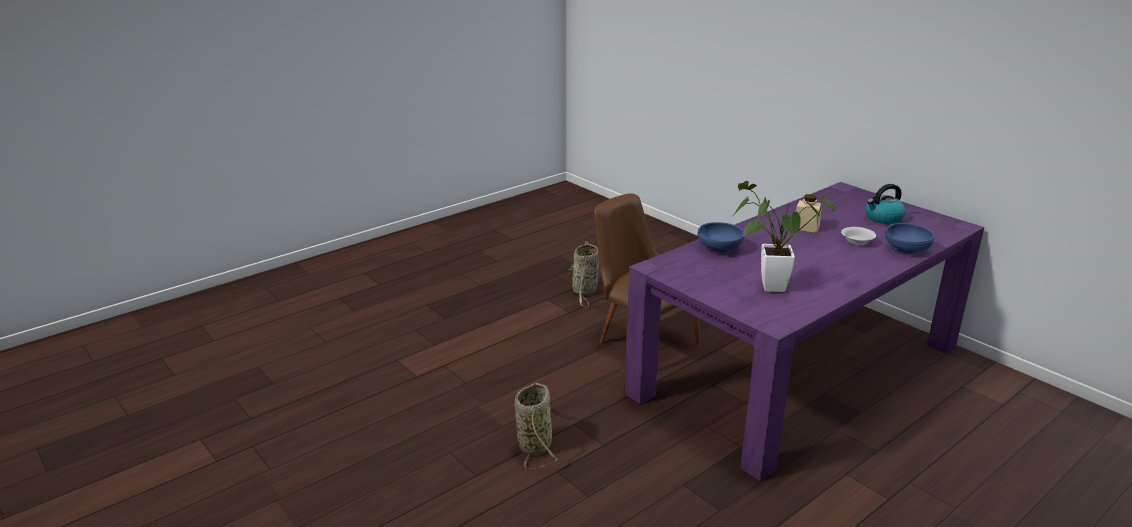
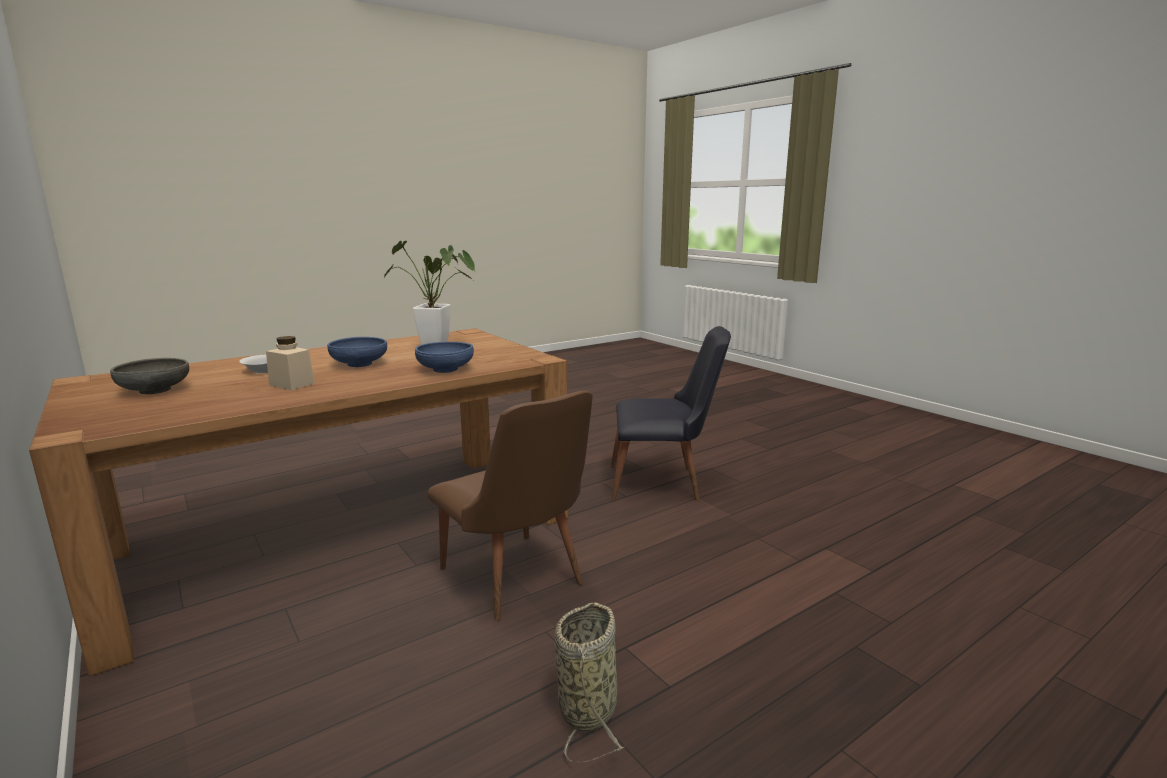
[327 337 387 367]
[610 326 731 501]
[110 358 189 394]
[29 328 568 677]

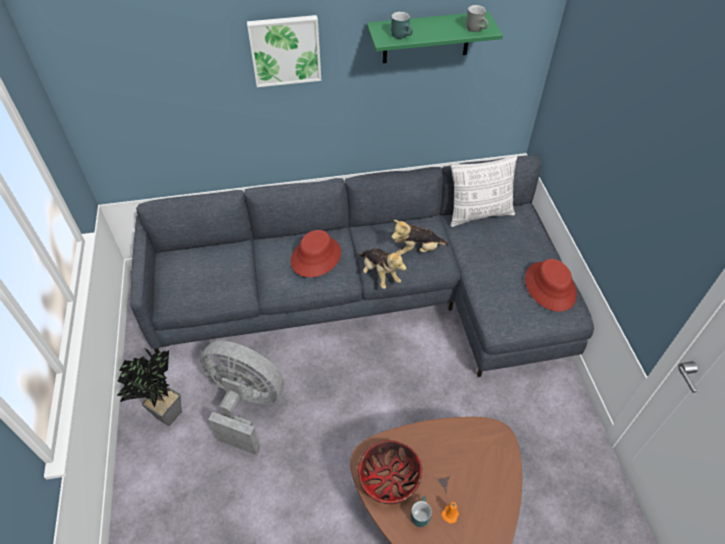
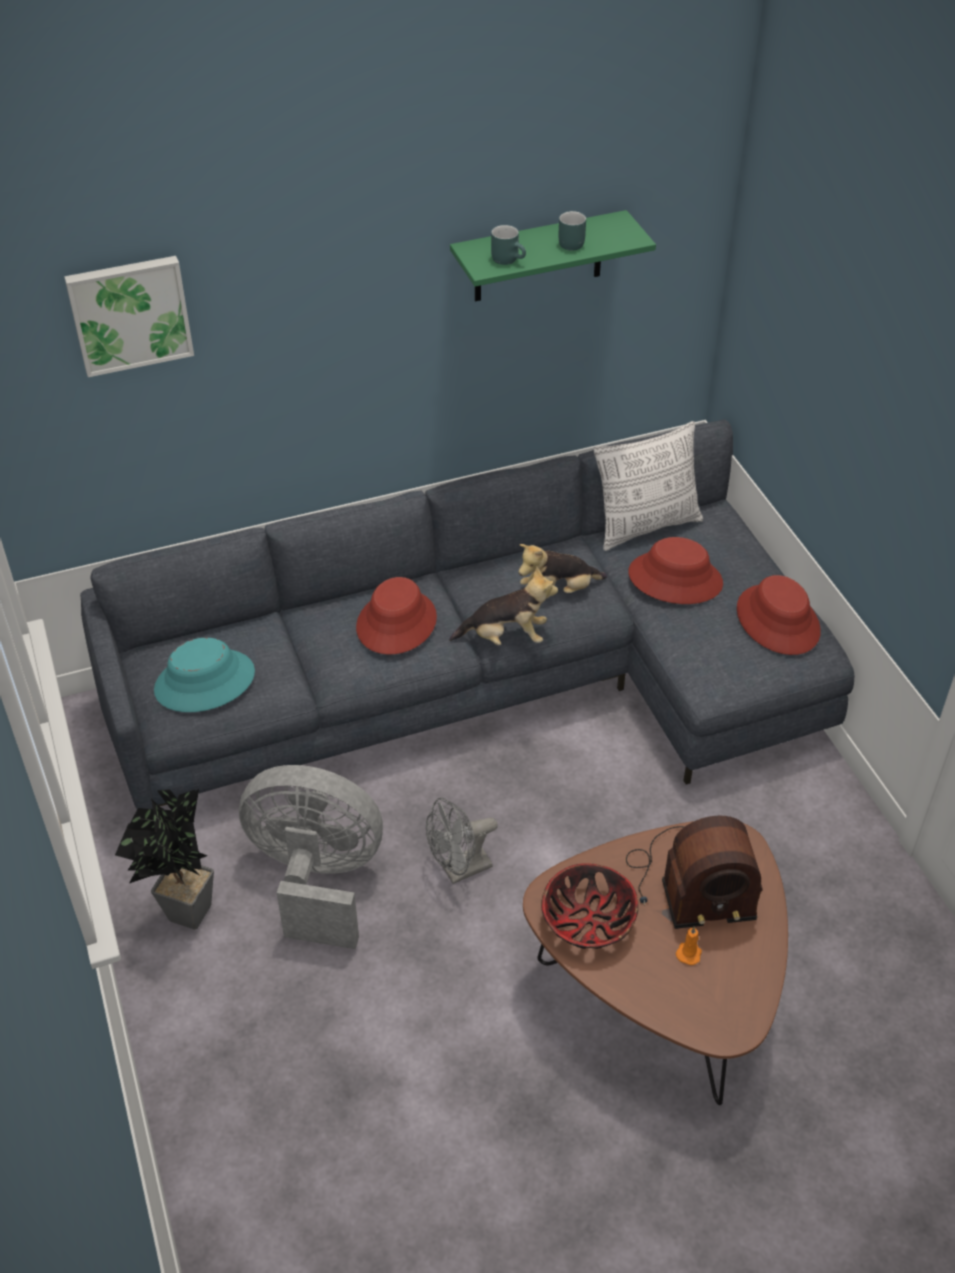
[466 5 488 32] (first image)
[154 638 255 712]
[426 797 498 884]
[626 816 763 929]
[628 537 723 604]
[64 256 194 377]
[559 211 586 251]
[449 566 558 645]

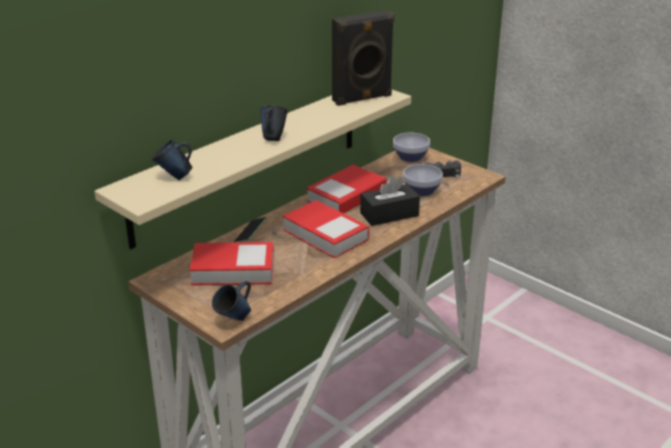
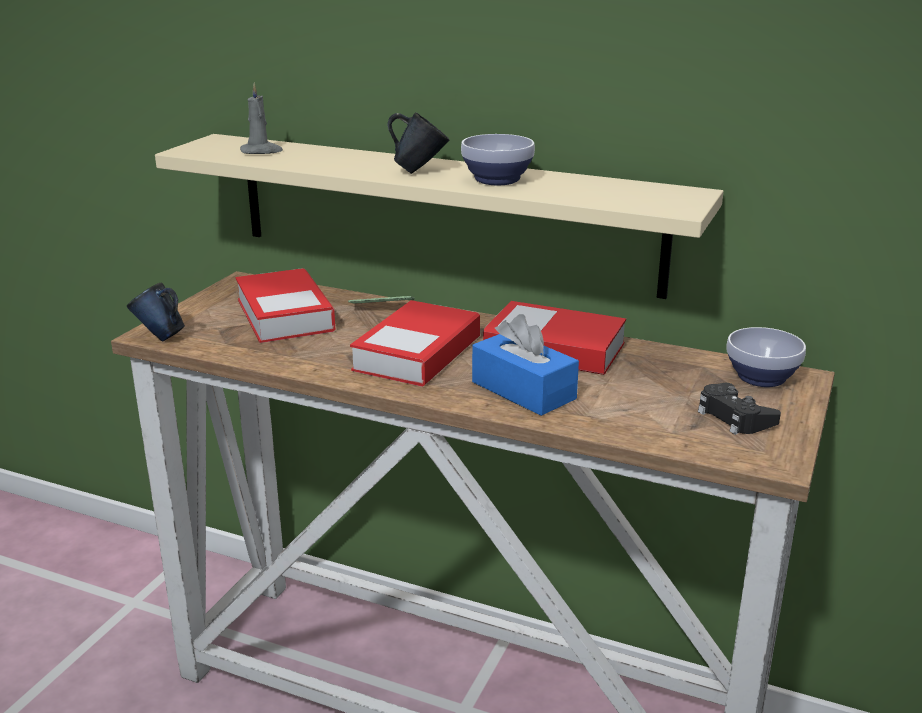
[332 10 394 106] (first image)
[461 134 535 185]
[240 83 283 154]
[472 314 579 416]

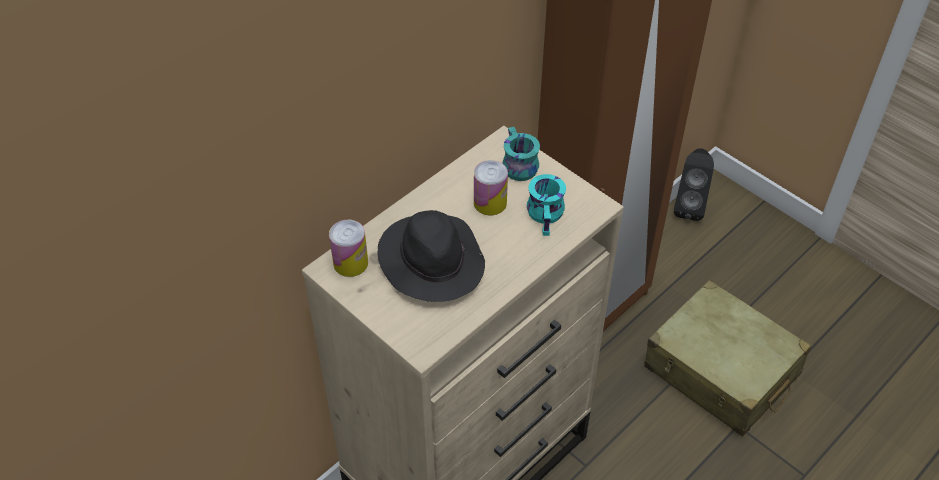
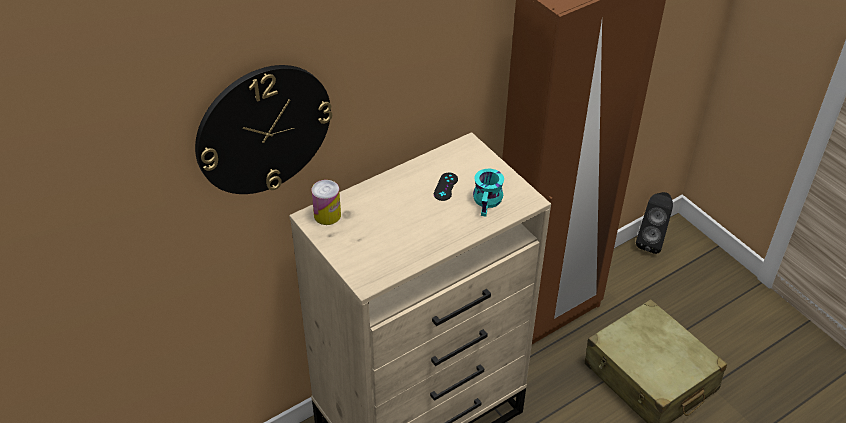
[378 210 485 302] (first image)
[503 127 540 181] (first image)
[195 65 332 194]
[434 172 458 201]

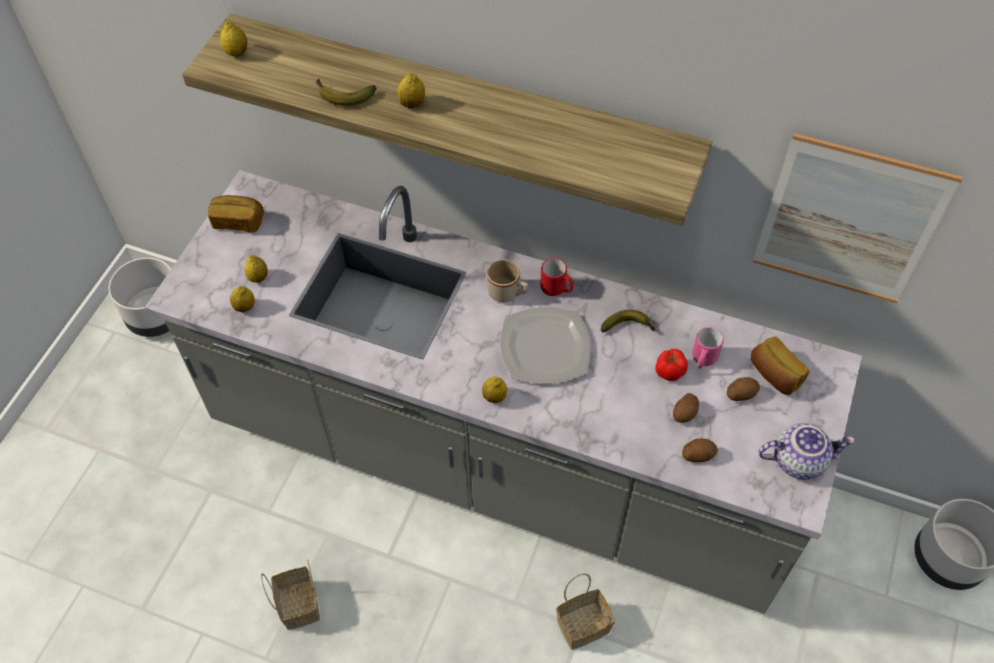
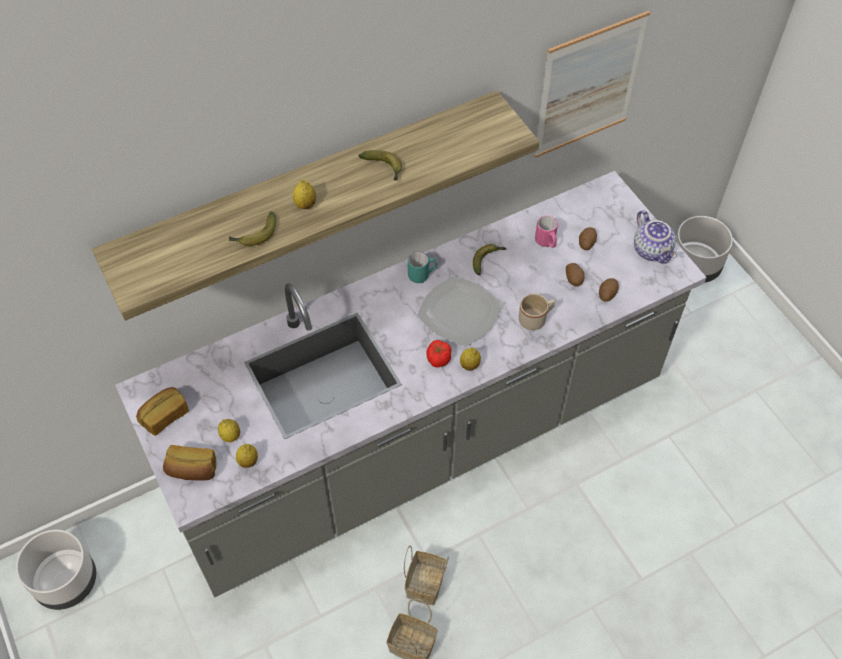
[220 21 247 56] (first image)
[359 150 402 180]
[519 293 555 330]
[404 545 449 605]
[426 340 452 368]
[163 445 216 481]
[408 251 437 283]
[634 210 677 264]

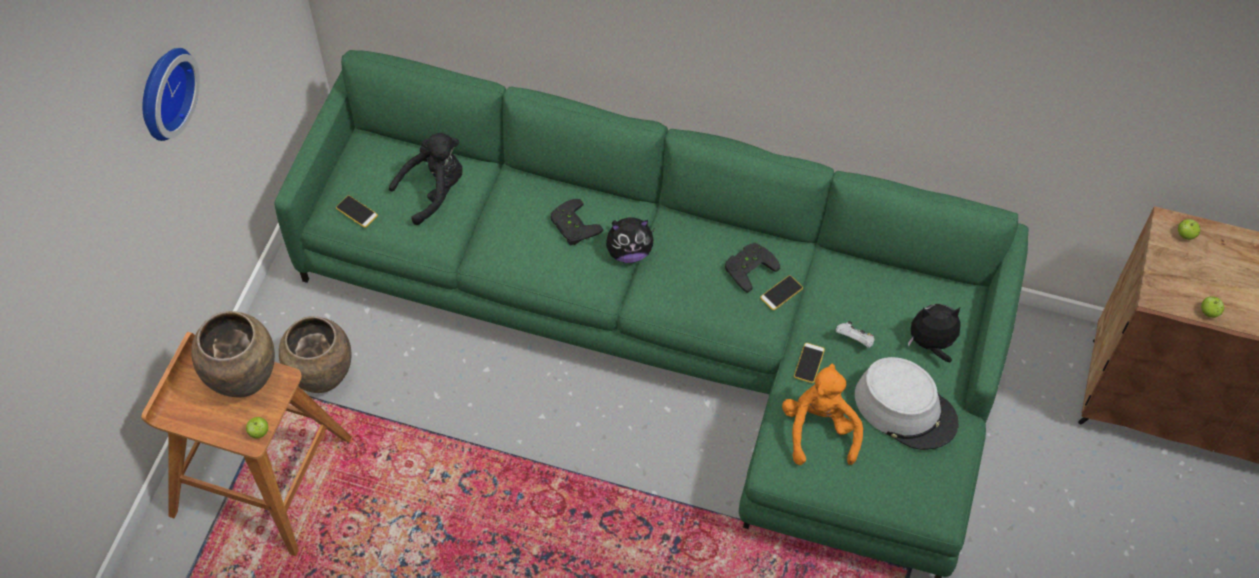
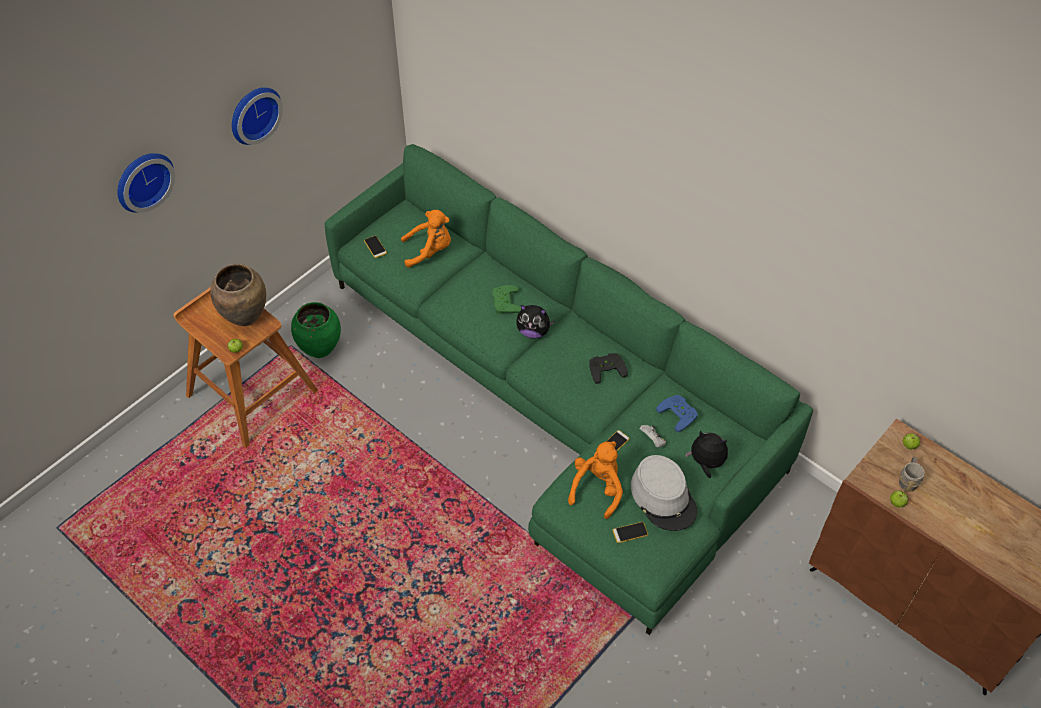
[117 153 175 213]
[656 395 698 432]
[899 457 925 492]
[612 522 648 543]
[291 302 341 358]
[401 210 451 268]
[492 285 521 314]

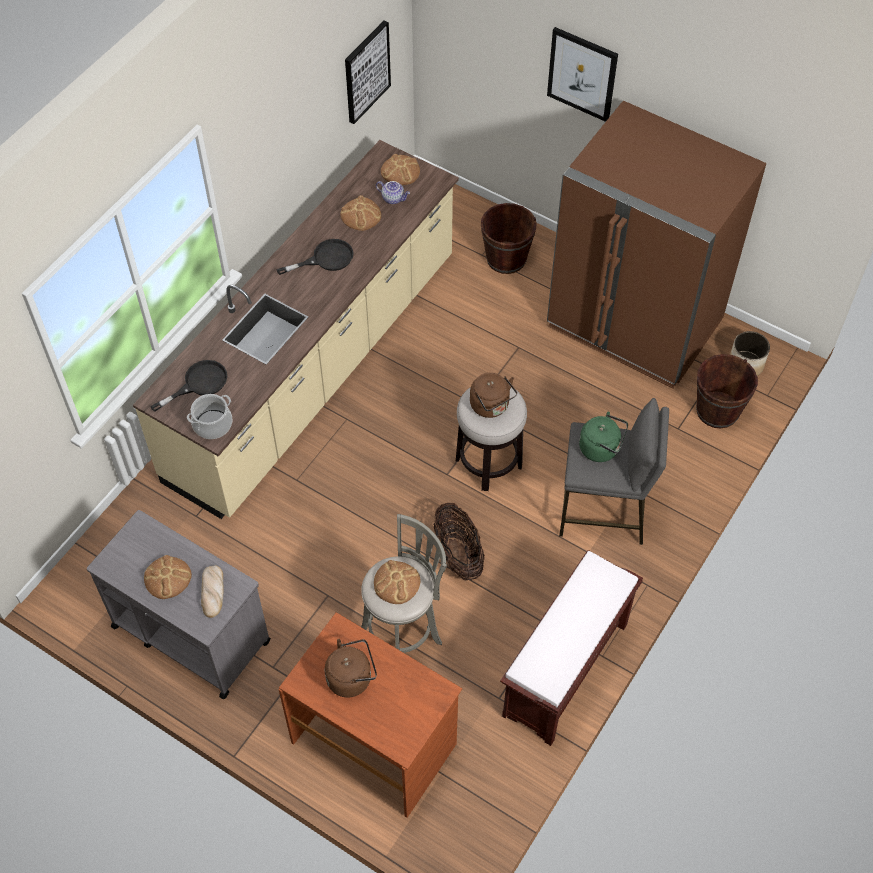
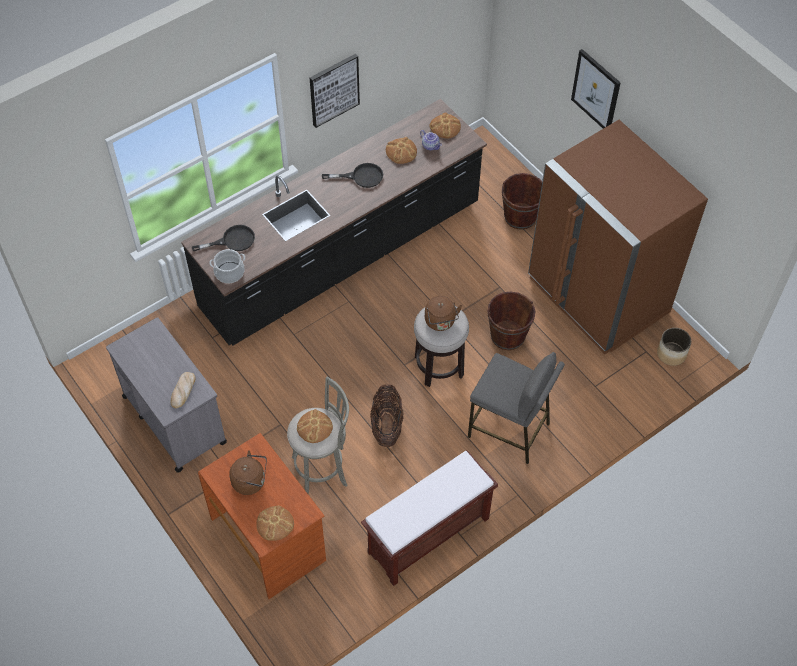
[579 411 628 462] (first image)
[256 506 294 541]
[310 54 360 128]
[488 291 536 350]
[181 99 487 345]

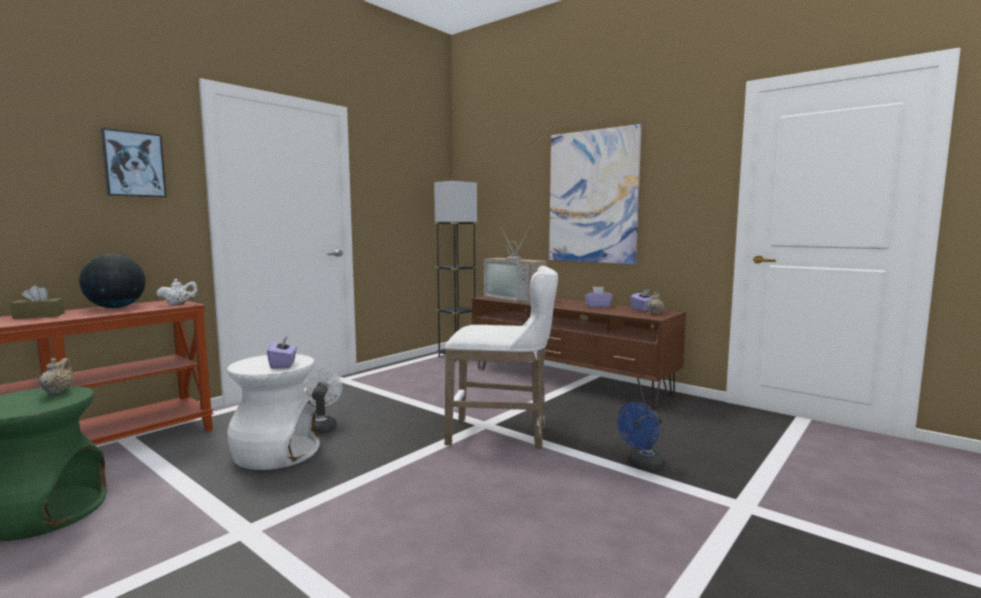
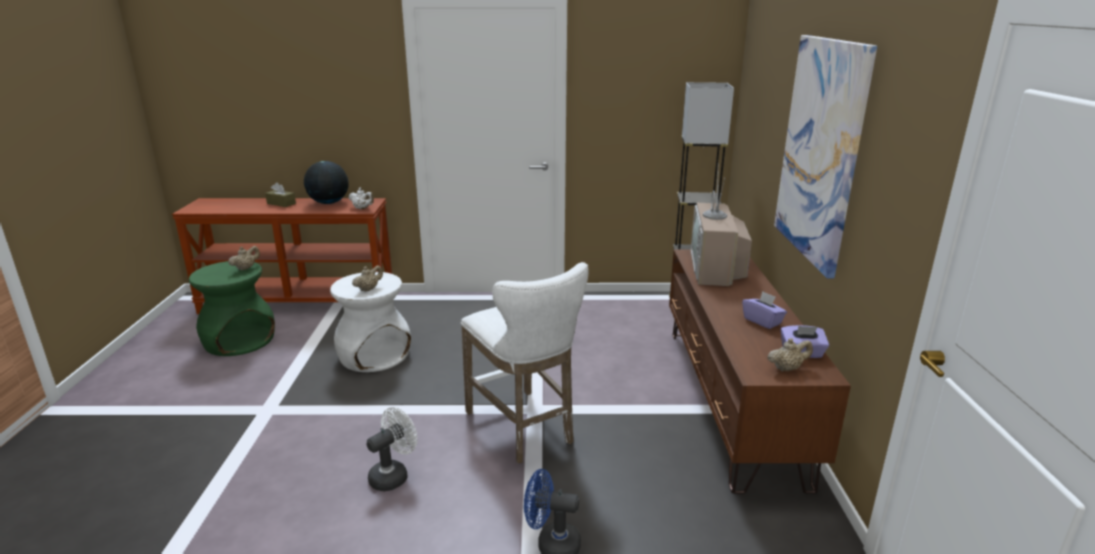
[101 128 167 198] (first image)
[367 407 417 491]
[352 265 383 292]

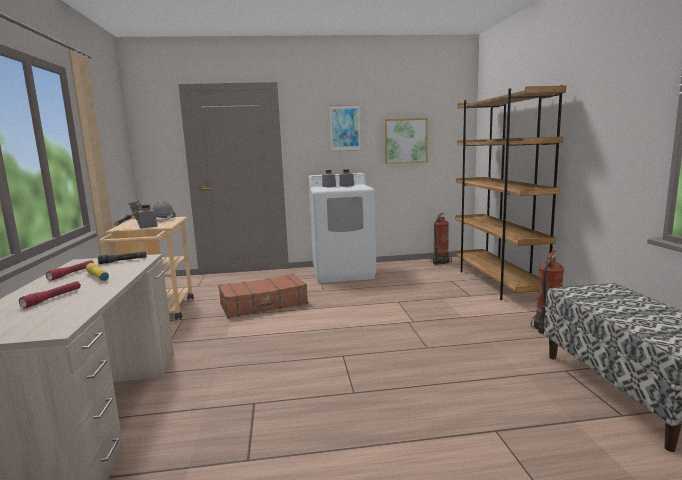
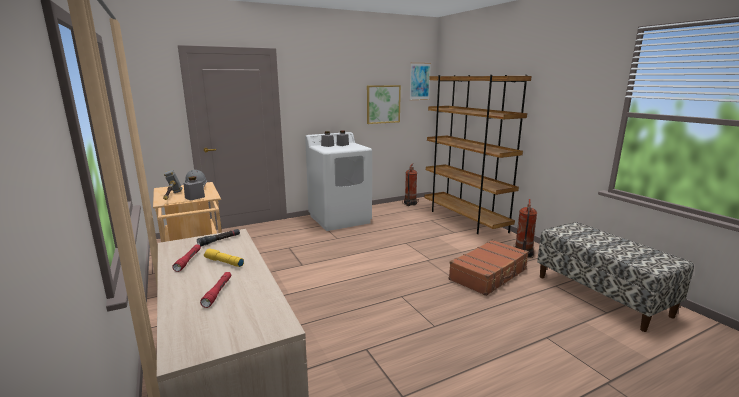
[448 240 529 296]
[410 63 431 100]

